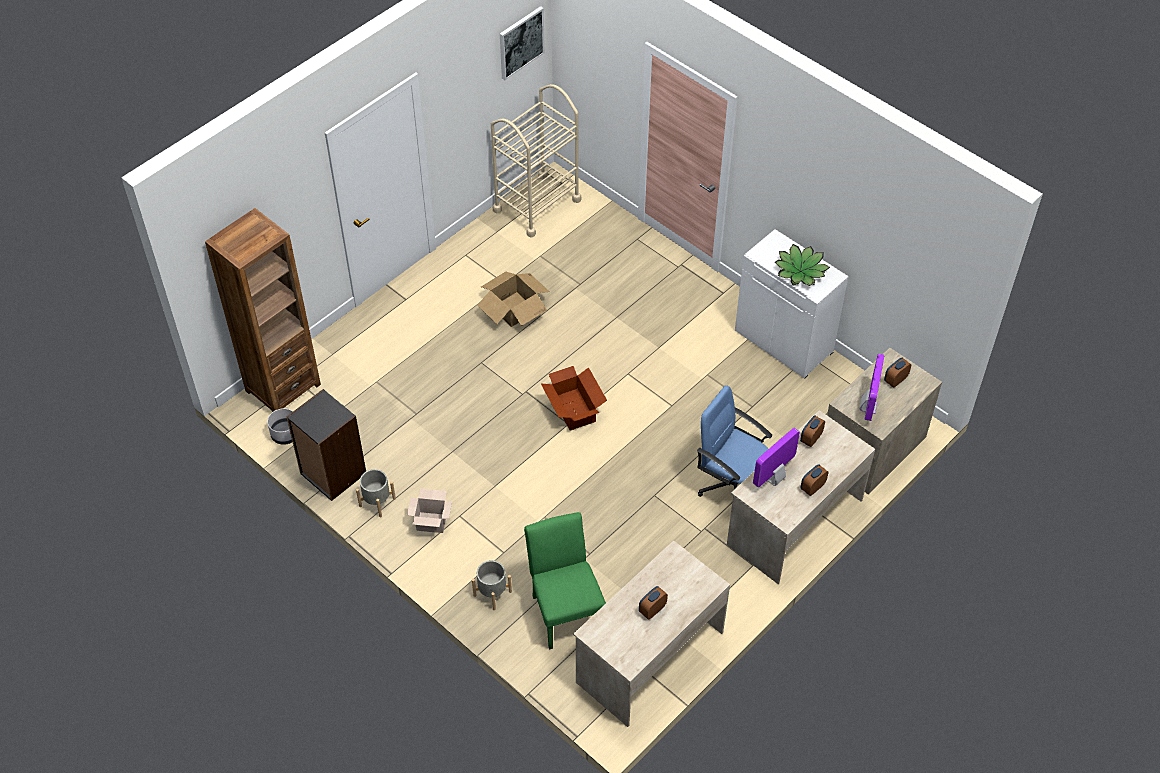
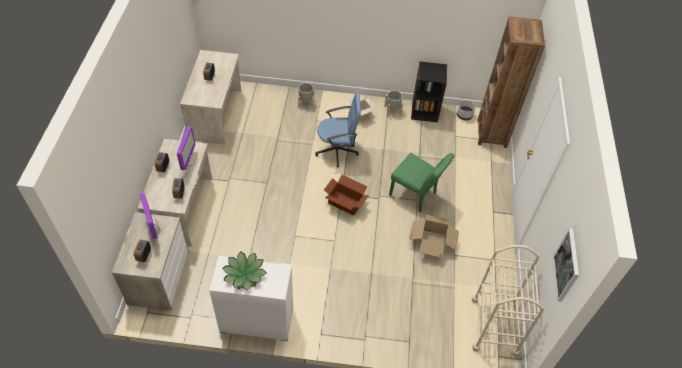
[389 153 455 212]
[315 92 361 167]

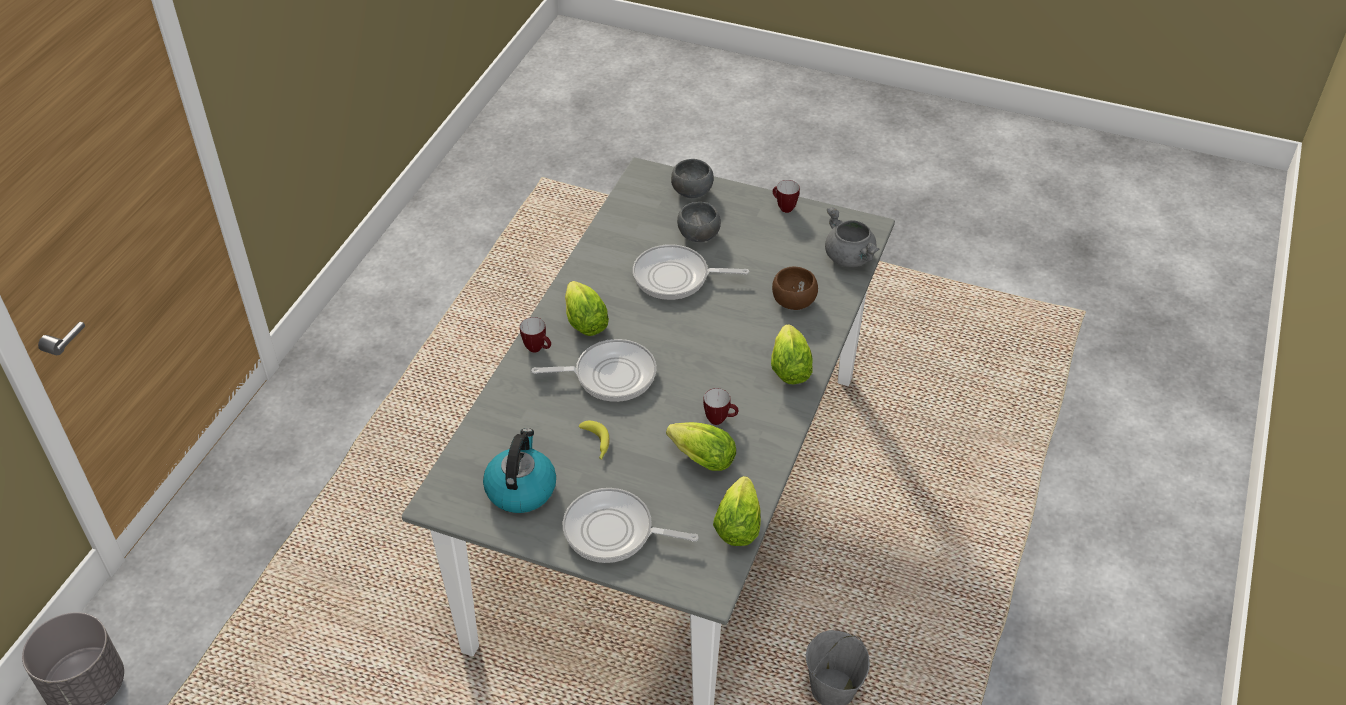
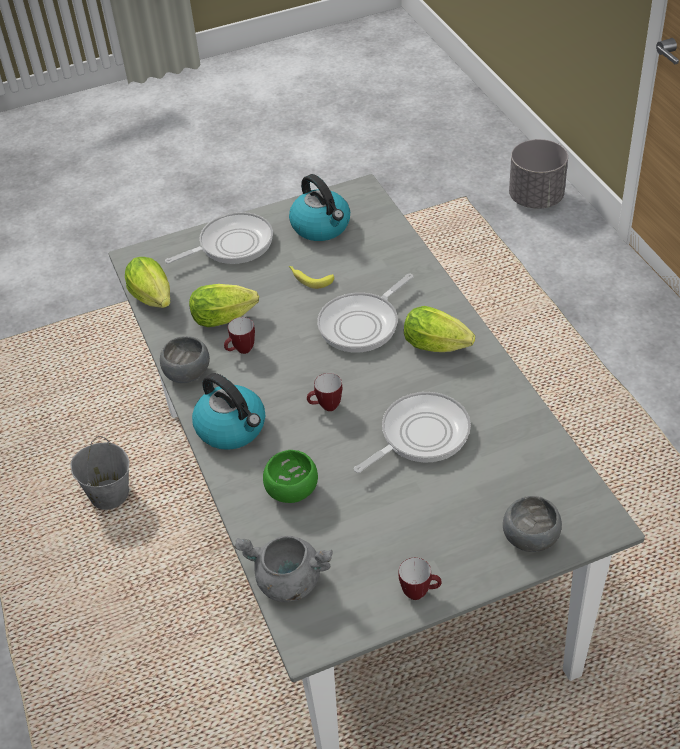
[307 373 342 411]
[160 336 210 383]
[192 373 265 450]
[263 450 318 503]

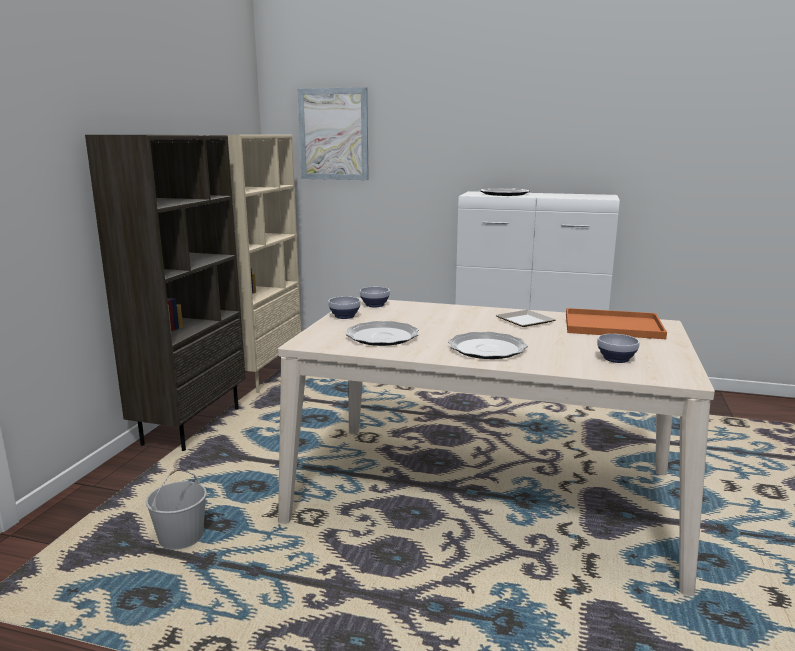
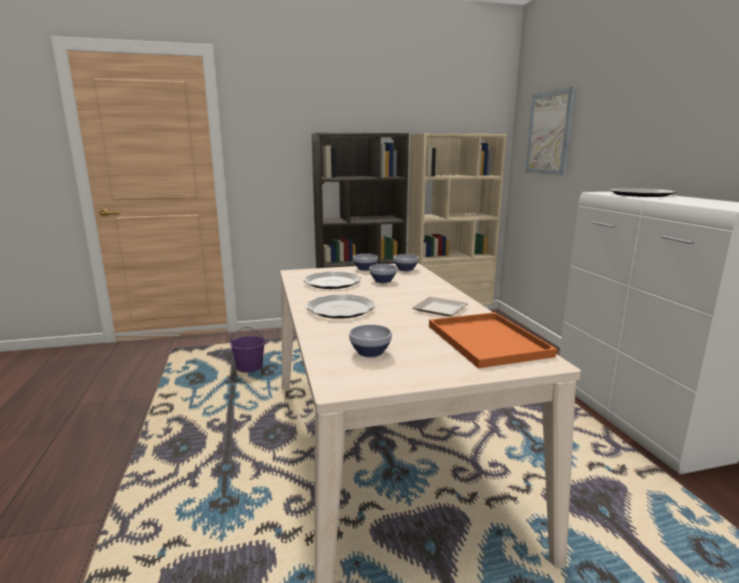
[369 264 397 283]
[230 327 265 373]

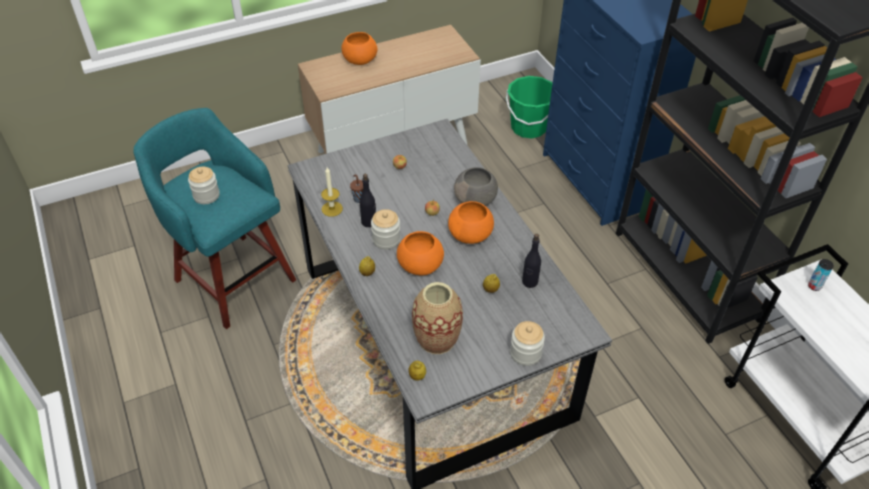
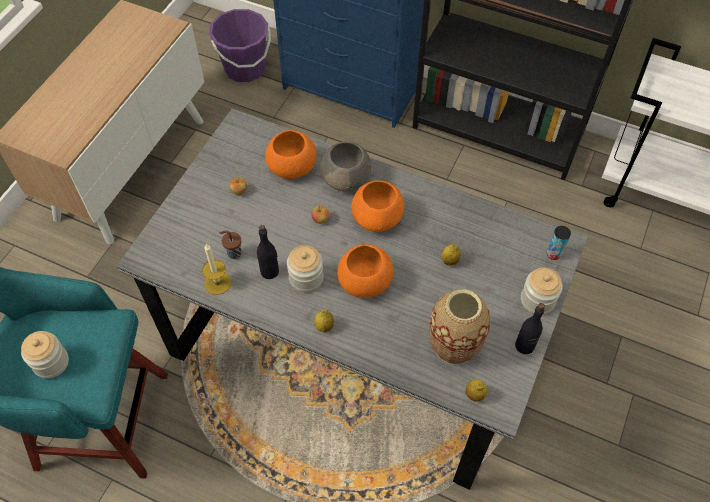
[265 130 317 179]
[515 303 545 354]
[547 226 571 260]
[209 9 271 82]

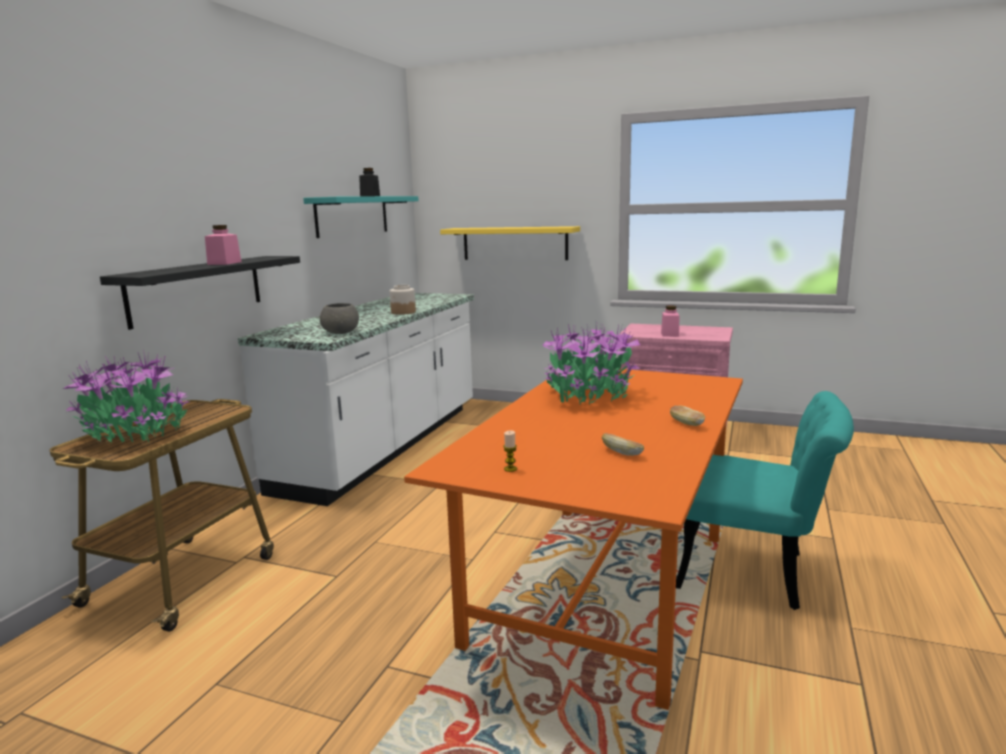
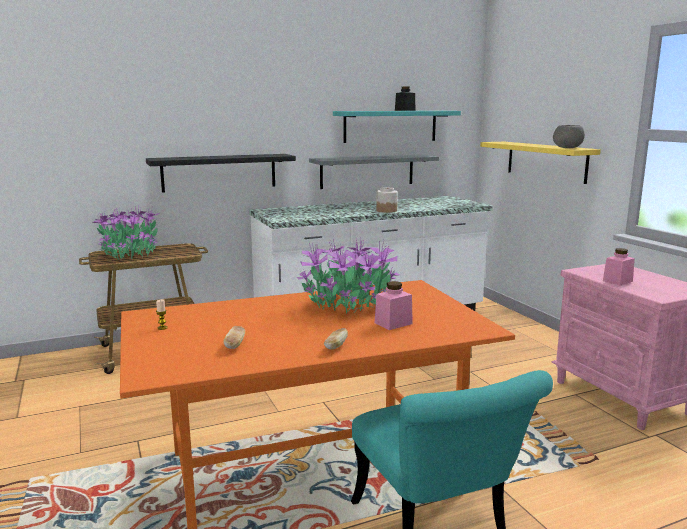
[309 154 439 189]
[375 281 413 330]
[553 125 585 148]

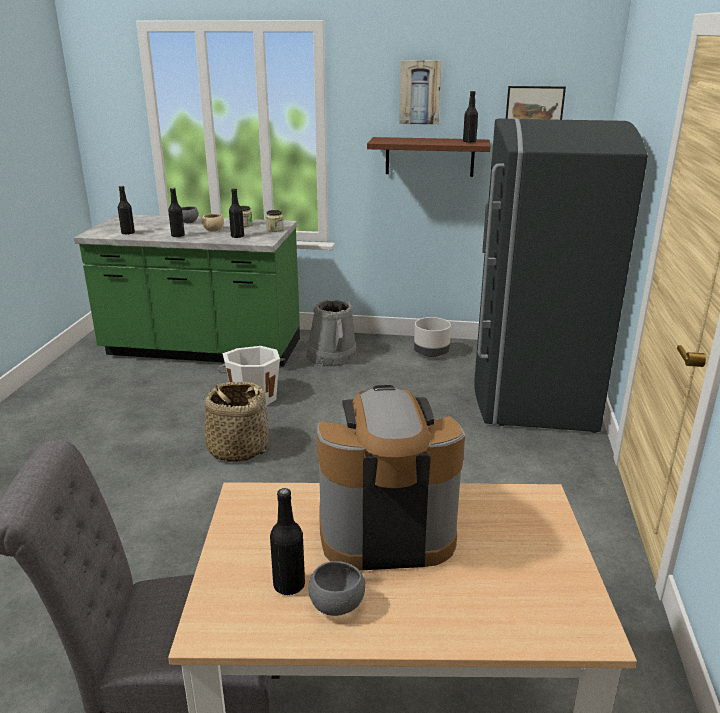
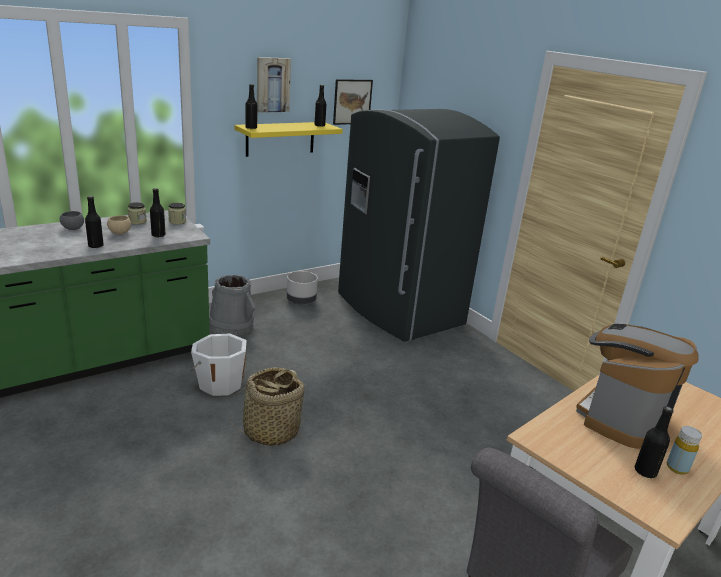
[246 84 258 129]
[667 426 702 475]
[234 122 343 157]

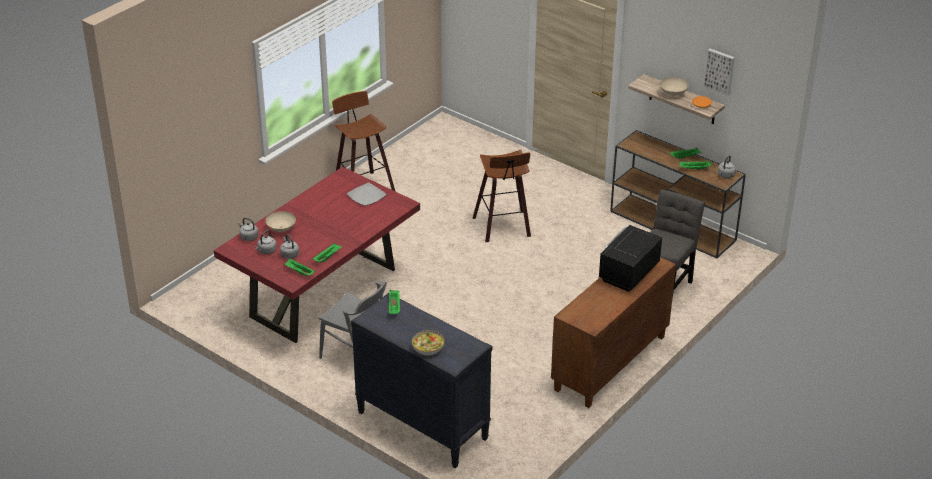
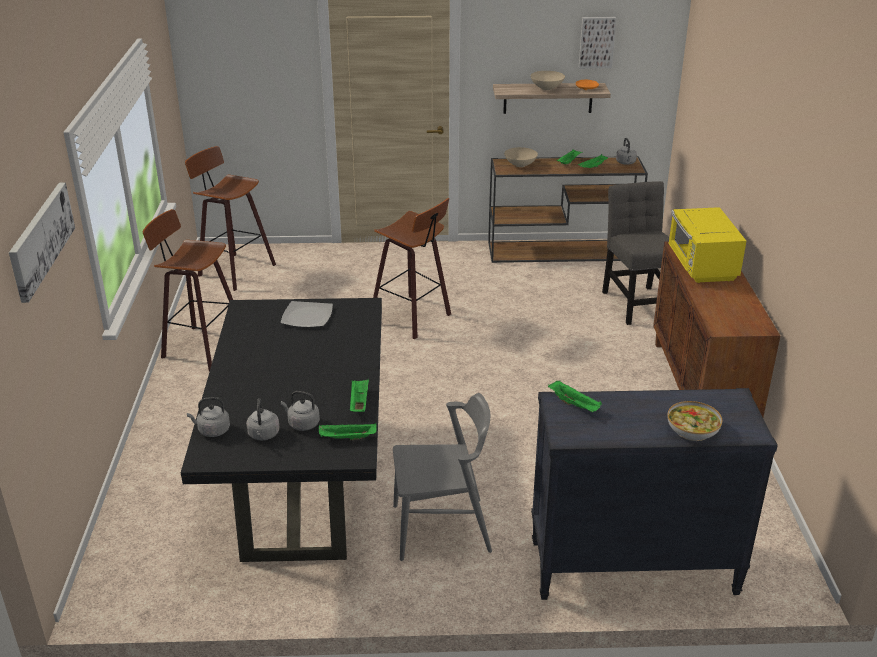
[9 183 75 303]
[185 146 276 291]
[504 147 538 167]
[181 298 382 562]
[669 207 746 283]

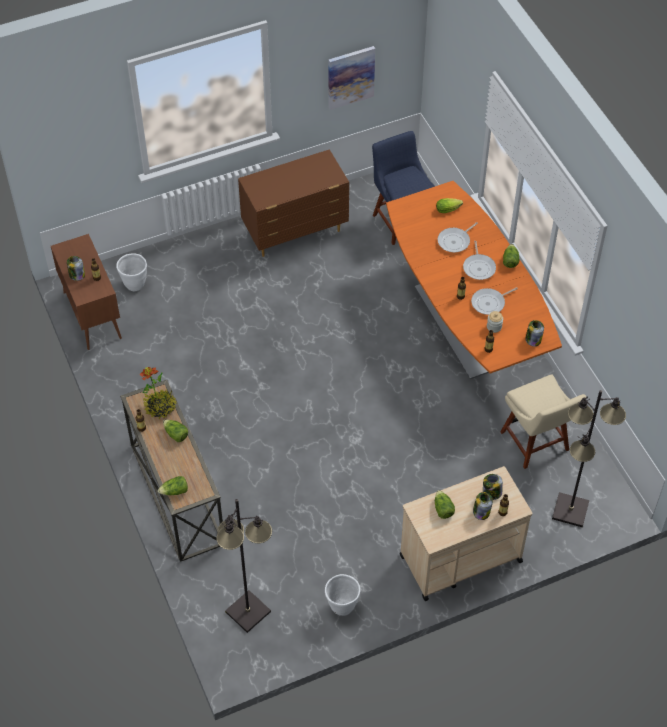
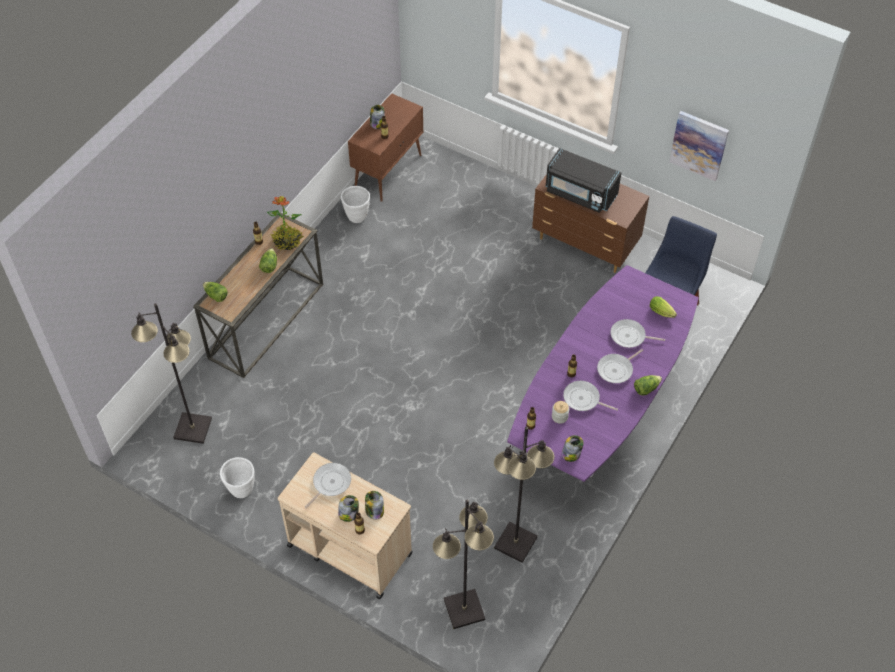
[546 148 622 213]
[341 186 370 223]
[304 463 351 509]
[494 427 554 563]
[507 265 699 482]

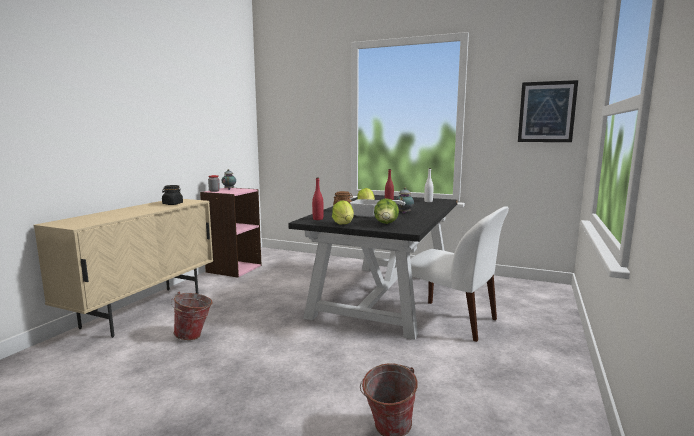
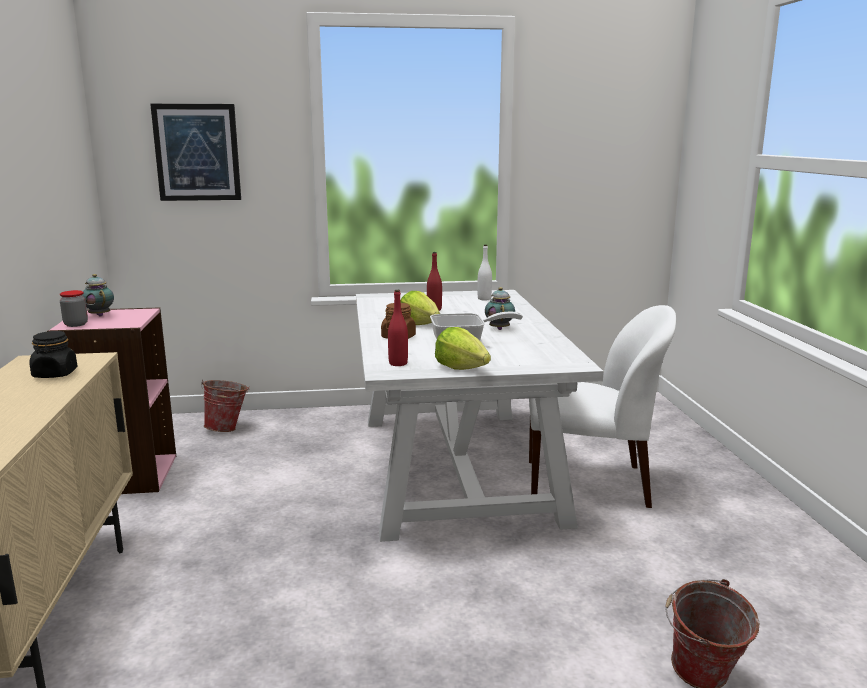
[374 198 399 224] (first image)
[201 379 250 432]
[150 104 241 201]
[356 290 604 542]

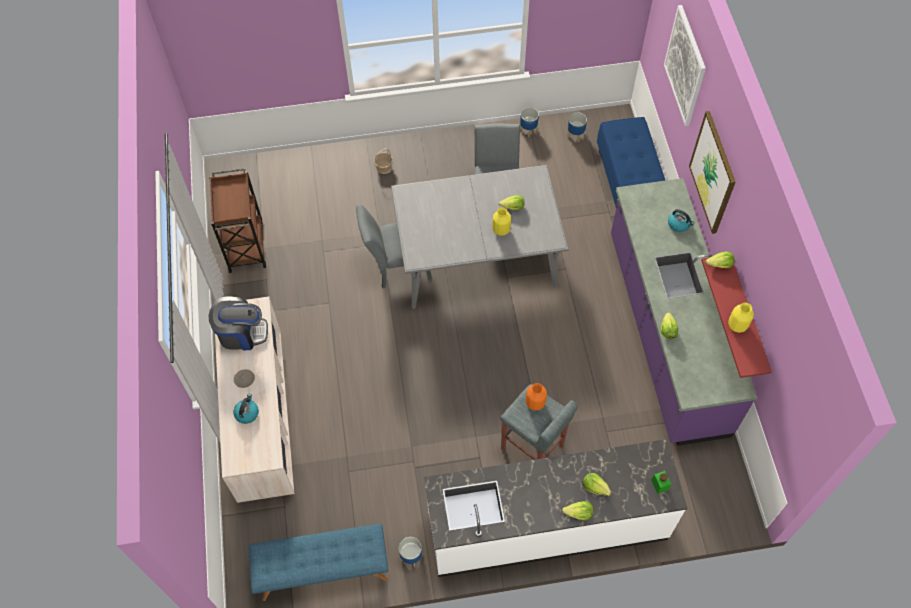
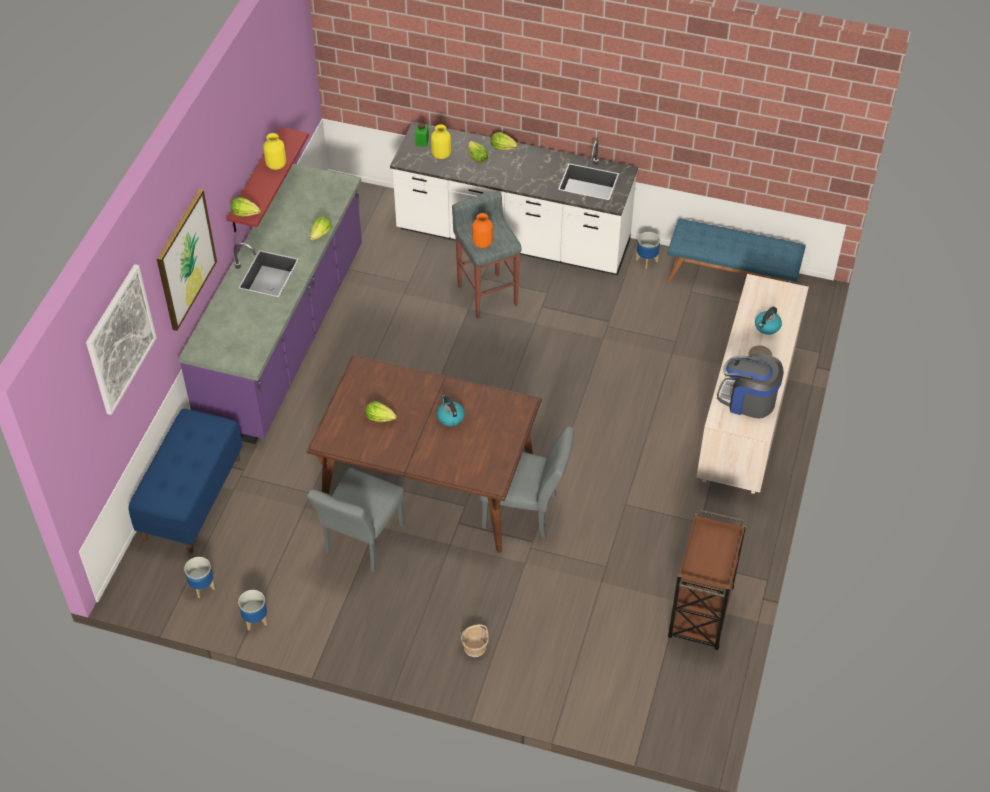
[431 124 451 159]
[437 395 465 426]
[307 355 542 553]

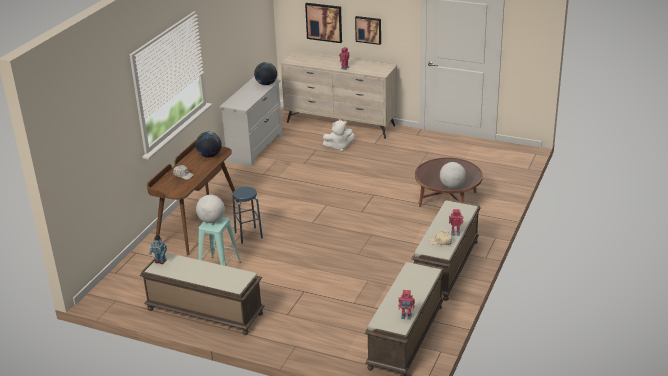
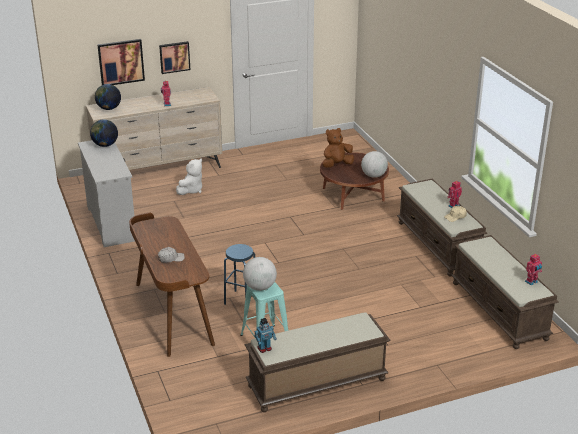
[323 128 354 168]
[95 84 121 110]

